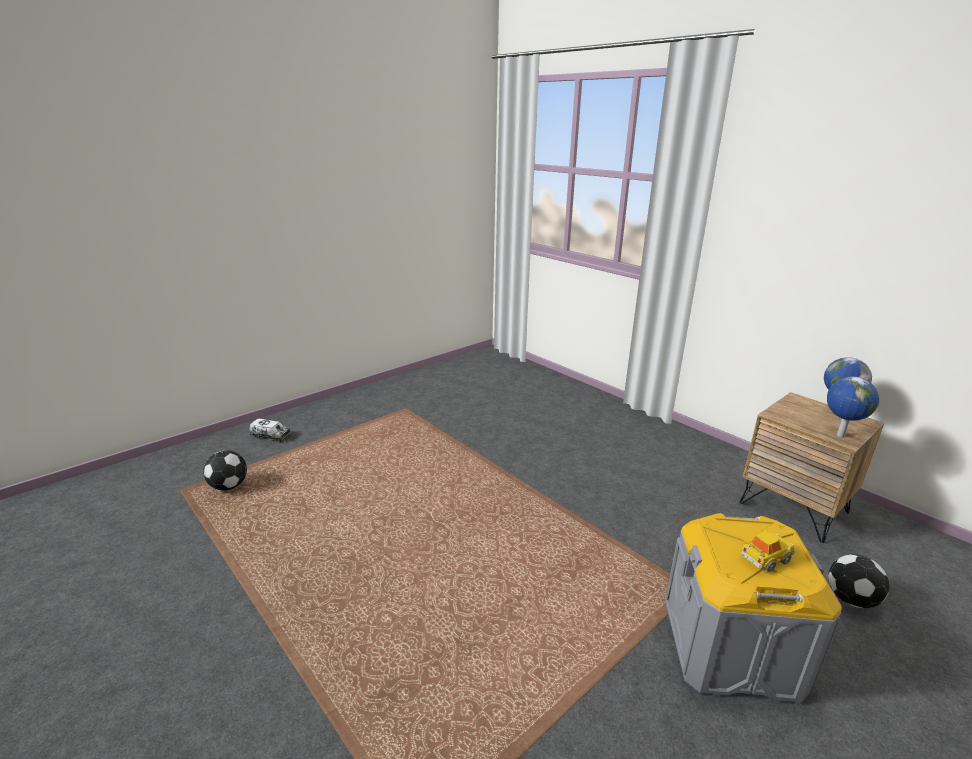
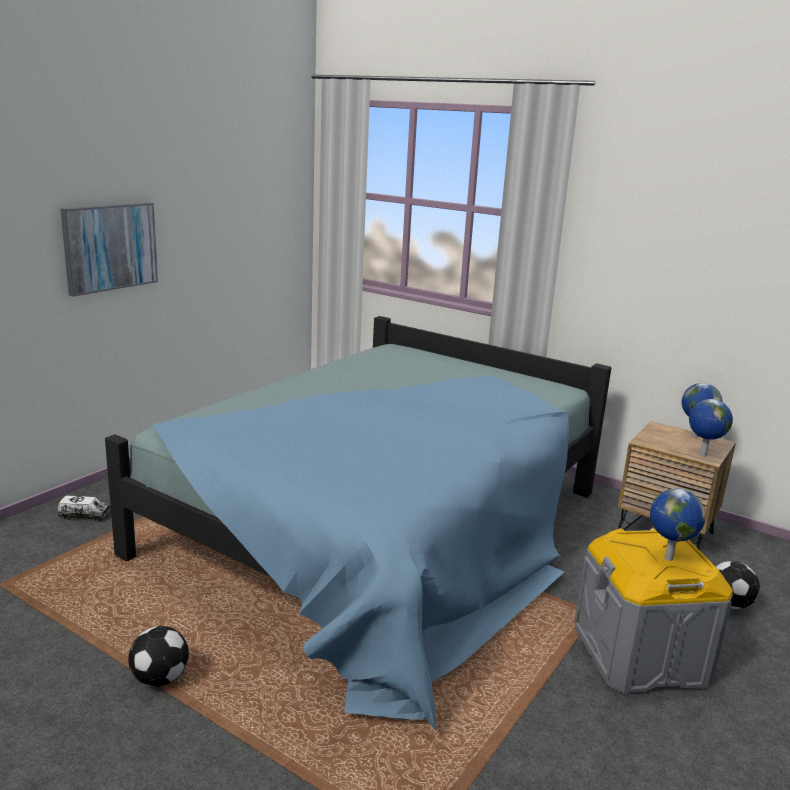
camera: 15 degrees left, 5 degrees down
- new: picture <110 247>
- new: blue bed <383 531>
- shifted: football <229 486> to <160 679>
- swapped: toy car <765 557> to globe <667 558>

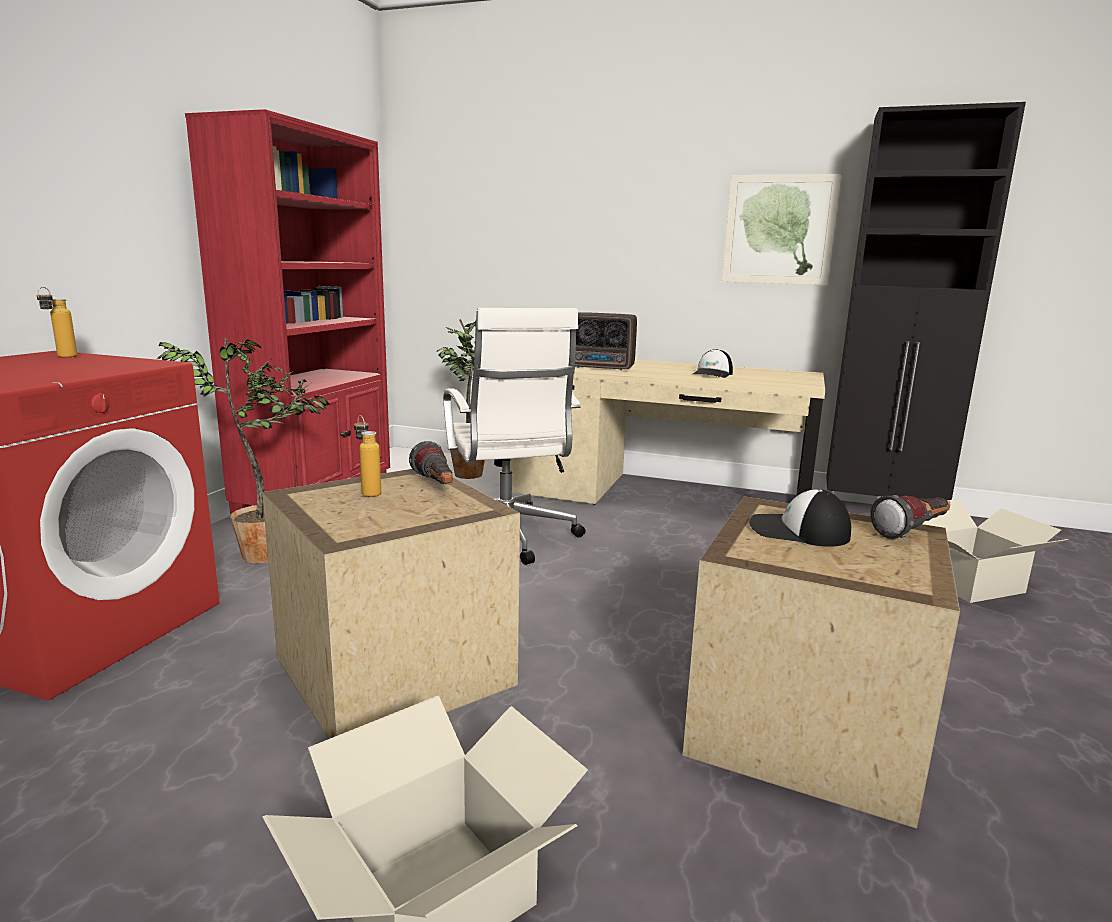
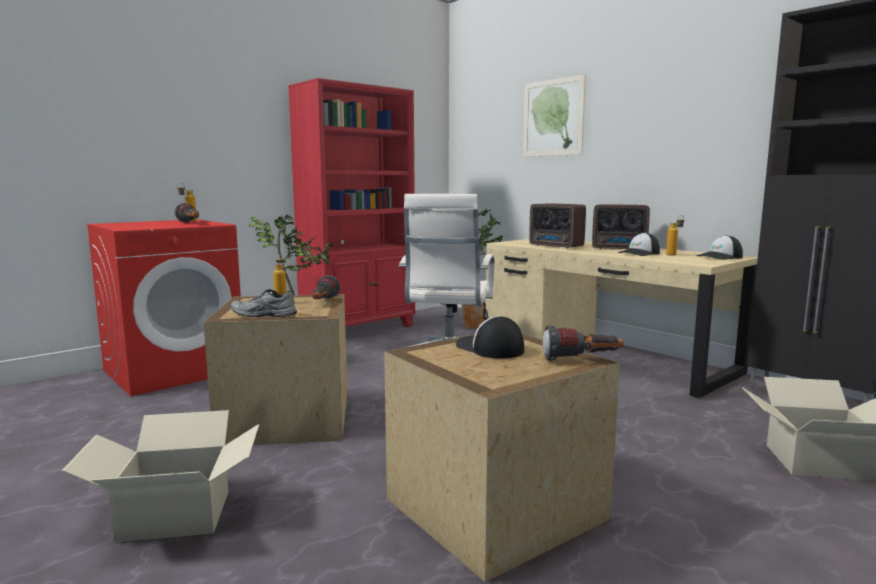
camera: 30 degrees right, 5 degrees down
- new: flashlight <191 223>
- new: grey shoe <263 315>
- shifted: picture <779 230> to <553 118>
- new: radio <620 248>
- new: bottle <674 254>
- new: cap <720 257>

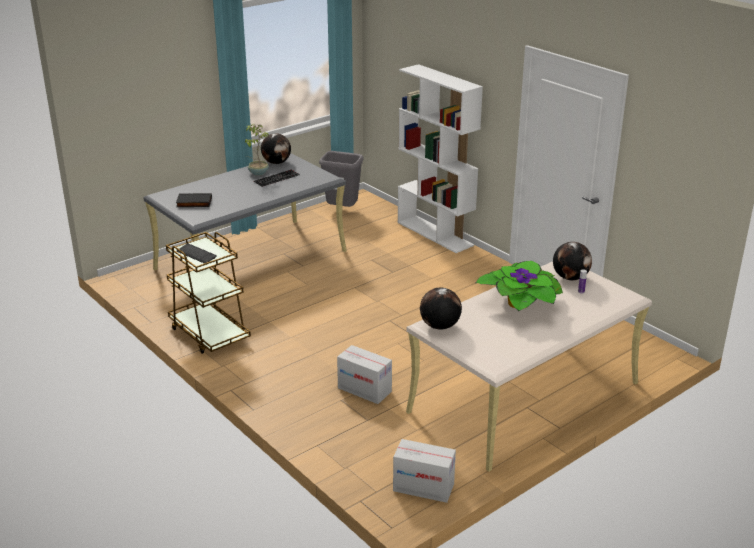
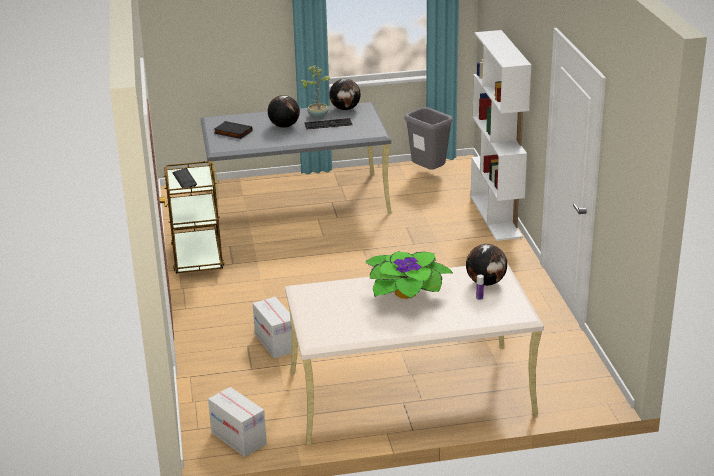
camera: 30 degrees right, 0 degrees up
- shifted: globe <439 326> to <284 126>

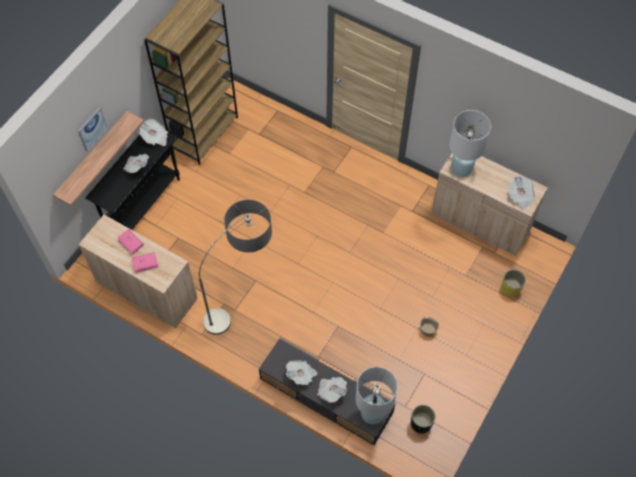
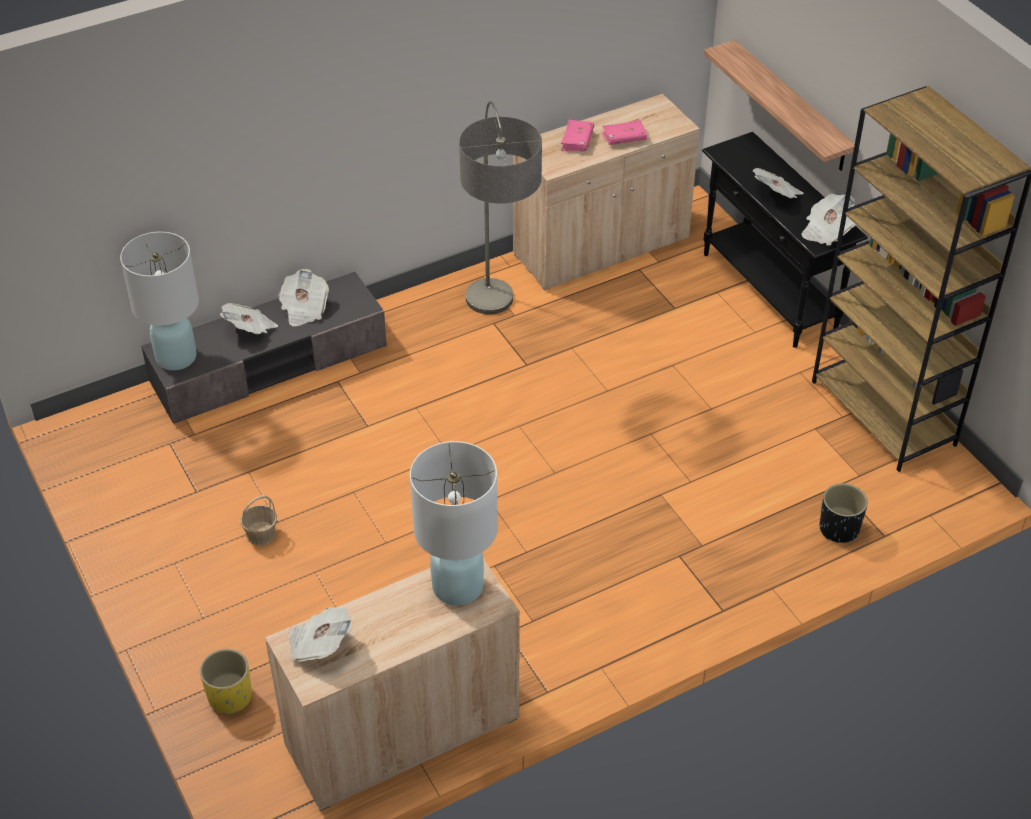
camera: 120 degrees right, 15 degrees down
- shifted: black planter <420 423> to <839 529>
- gone: picture <92 129>

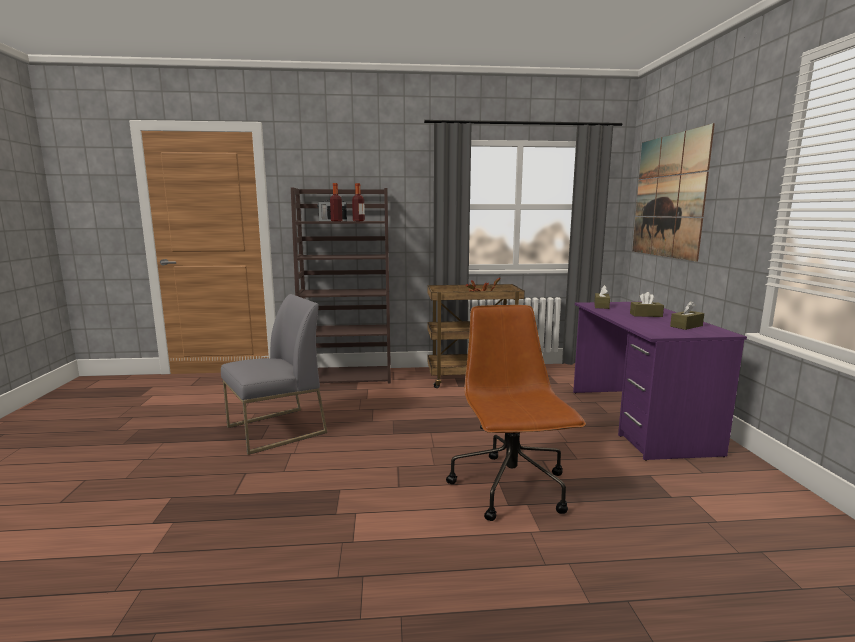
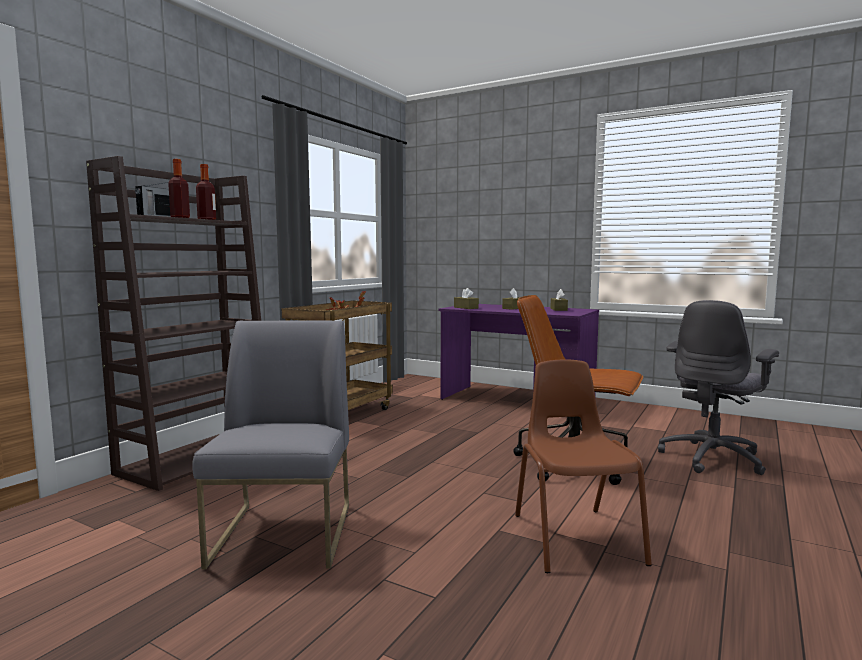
camera: 55 degrees left, 5 degrees down
- new: brown chair <575 537>
- new: grey office chair <712 458>
- gone: picture <669 196>

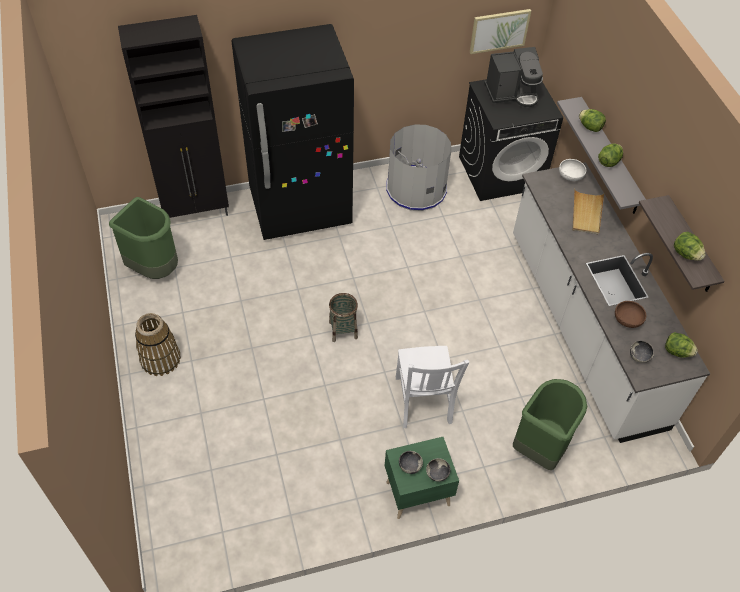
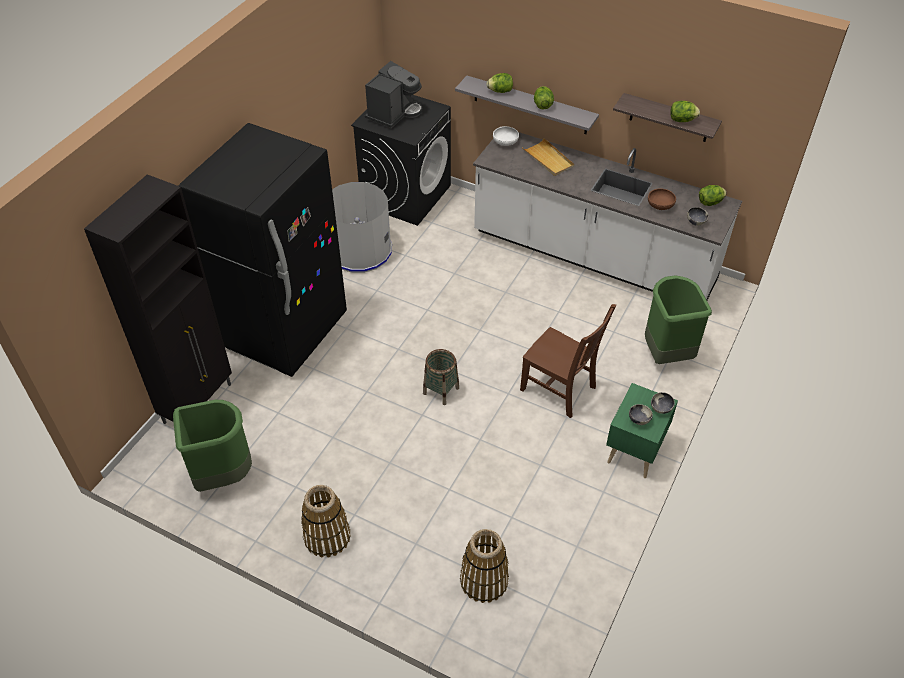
camera: 45 degrees left, 5 degrees down
- new: basket <484 581>
- repainted: white chair <423 402> to brown chair <560 390>
- gone: picture <499 30>

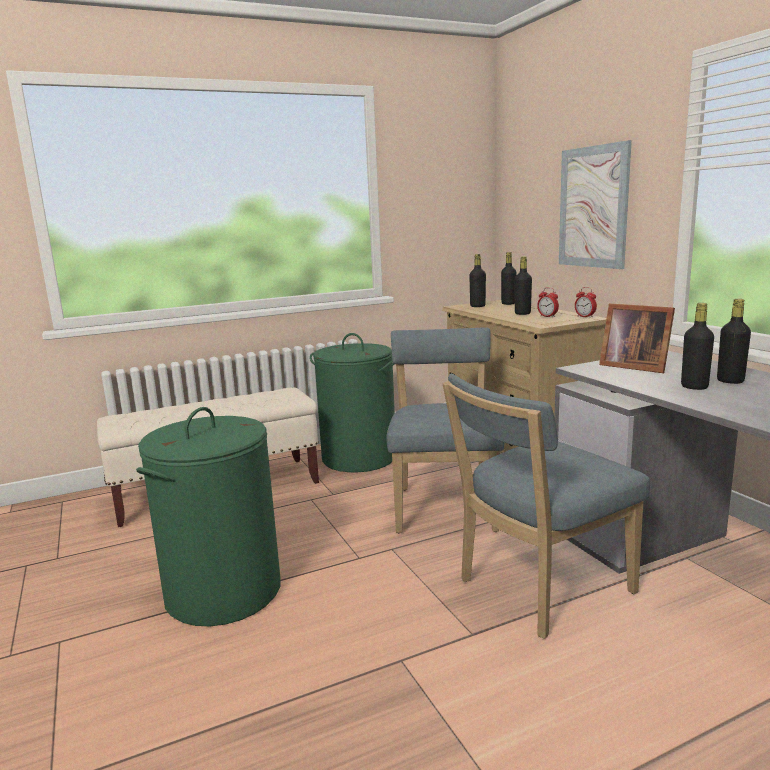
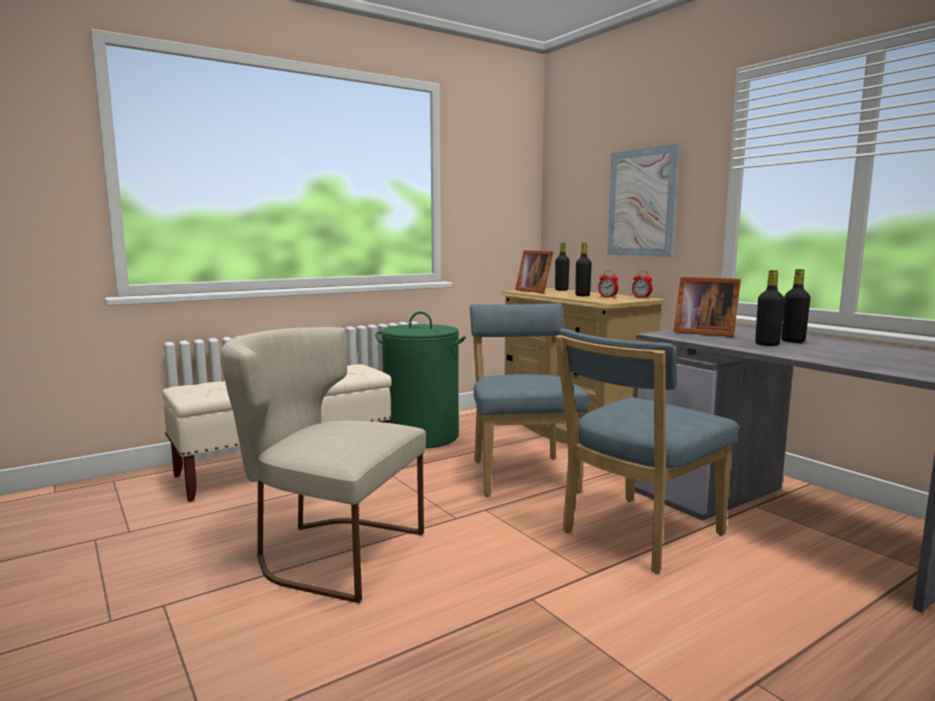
camera: 10 degrees left, 5 degrees down
- swapped: green laundry basket <223 591> to beige chair <328 552>
- swapped: black bottle <477 306> to picture frame <534 291>

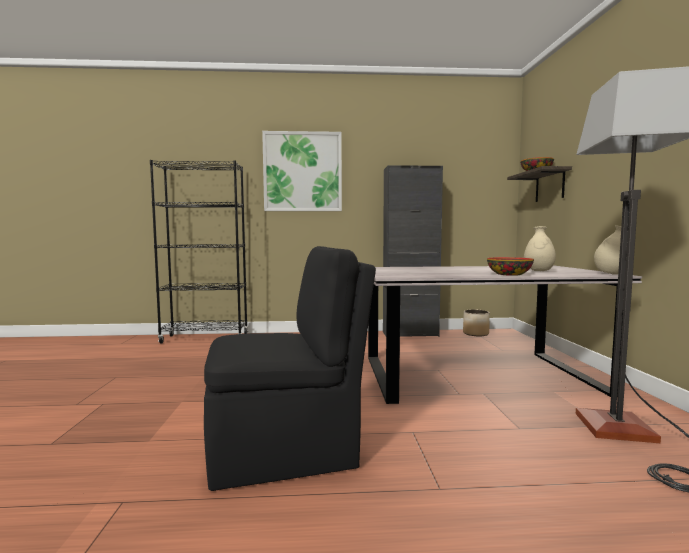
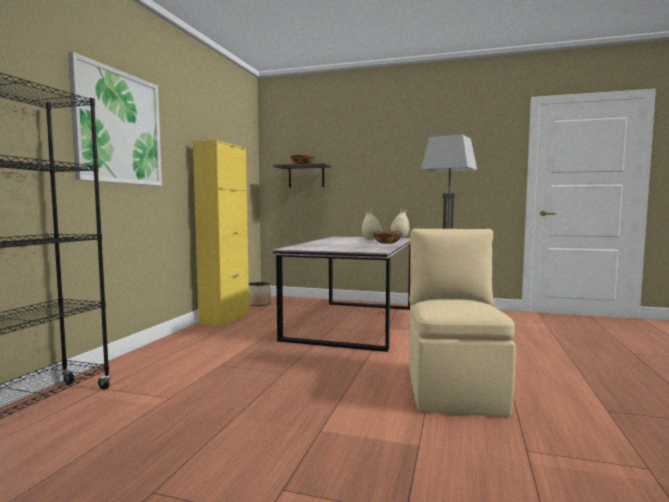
camera: 70 degrees left, 0 degrees up
- repainted: black cabinet <410 334> to yellow cabinet <225 318>
- repainted: black chair <286 450> to beige chair <454 388>

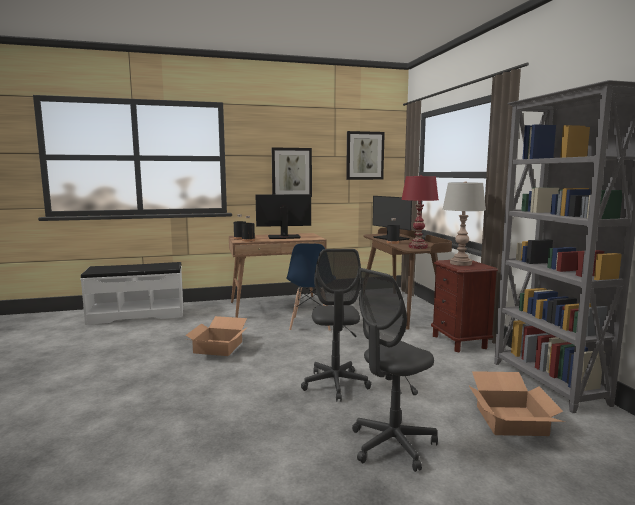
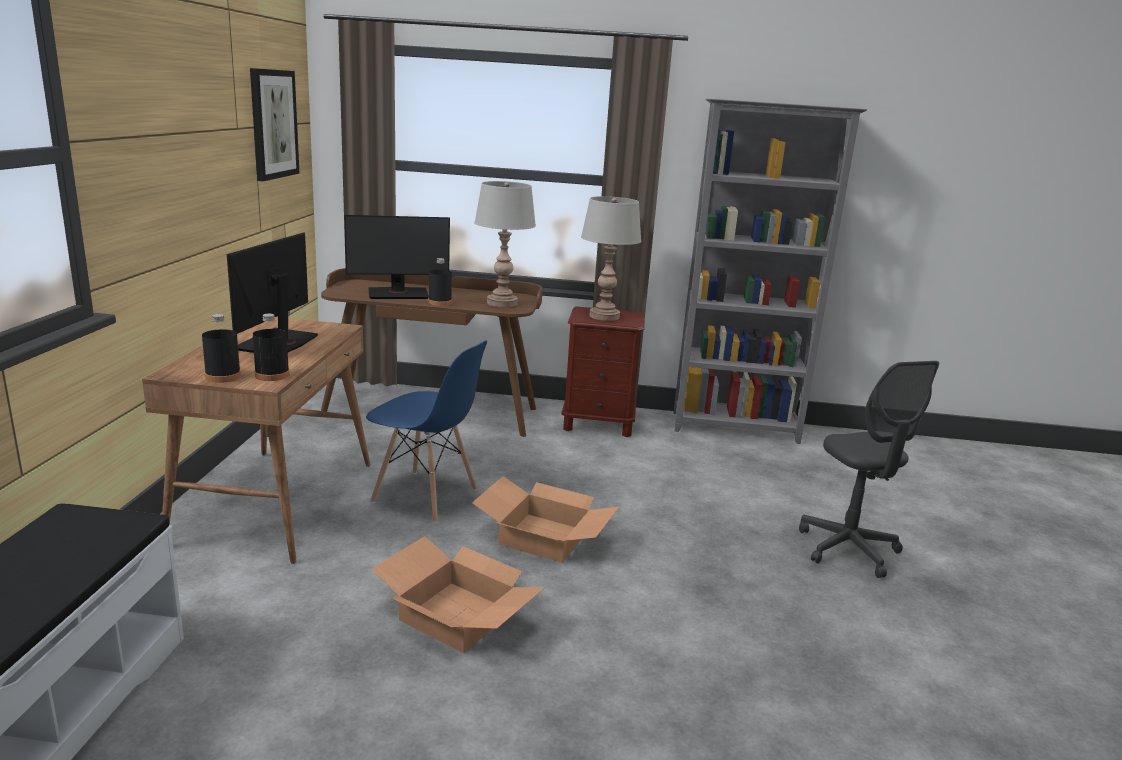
camera: 70 degrees left, 10 degrees up
- shifted: cardboard box <509 420> to <542 538>
- repainted: red table lamp <418 247> to grey table lamp <502 303>
- gone: picture <291 172>
- gone: grey office chair <335 384>

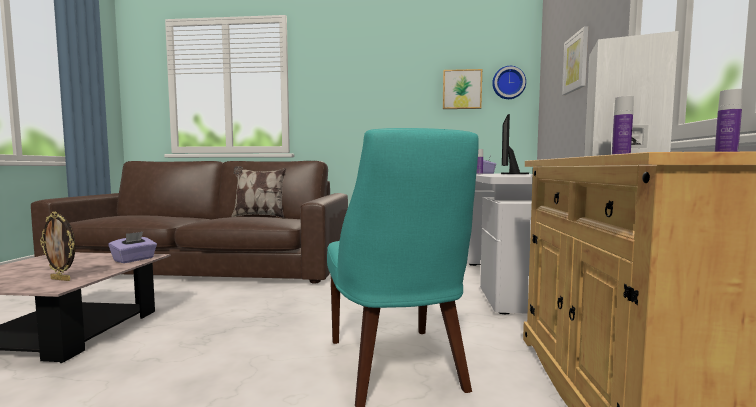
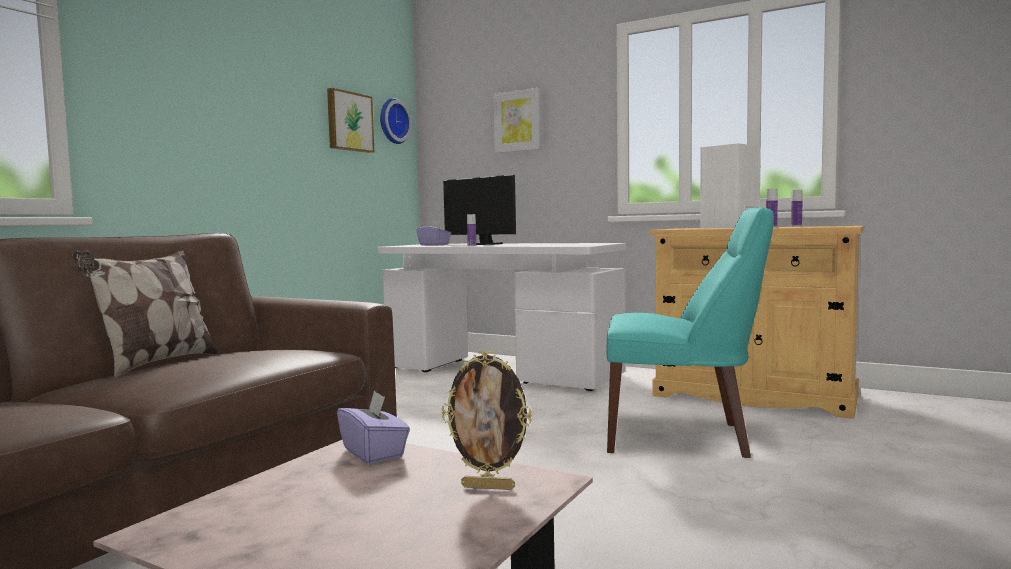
camera: 65 degrees left, 0 degrees up
- rotated: picture frame <61 279> = <488 487> 60 degrees clockwise

